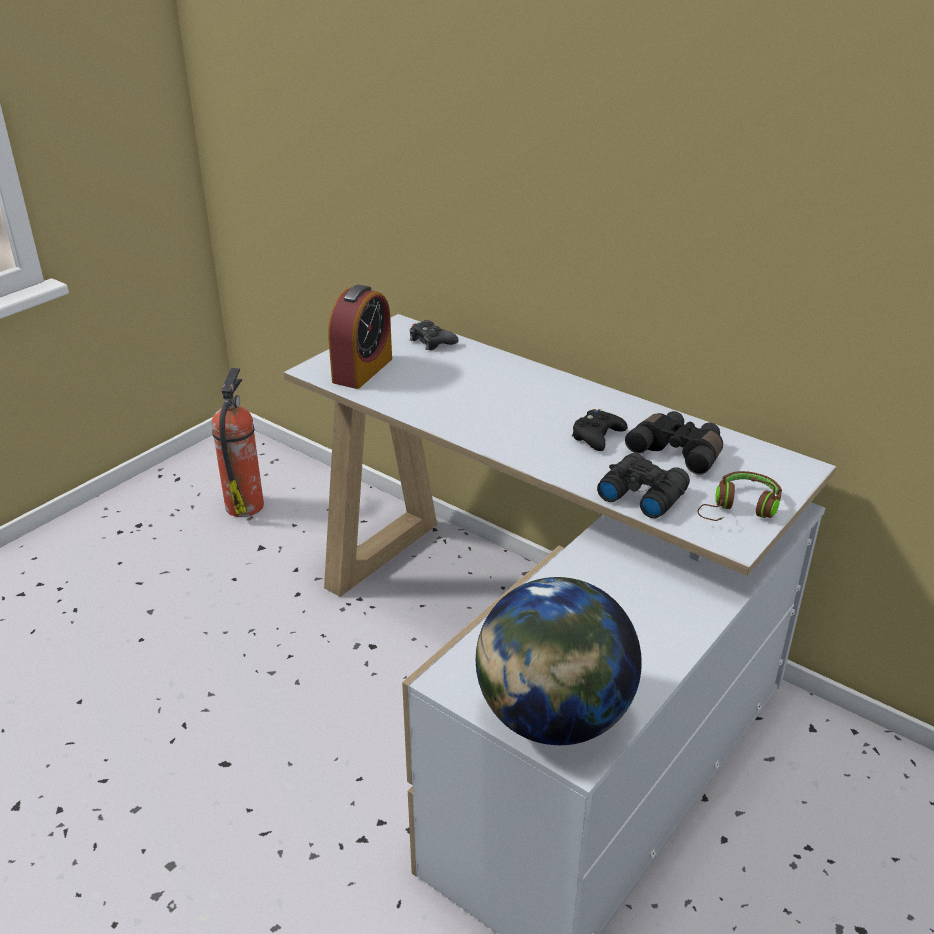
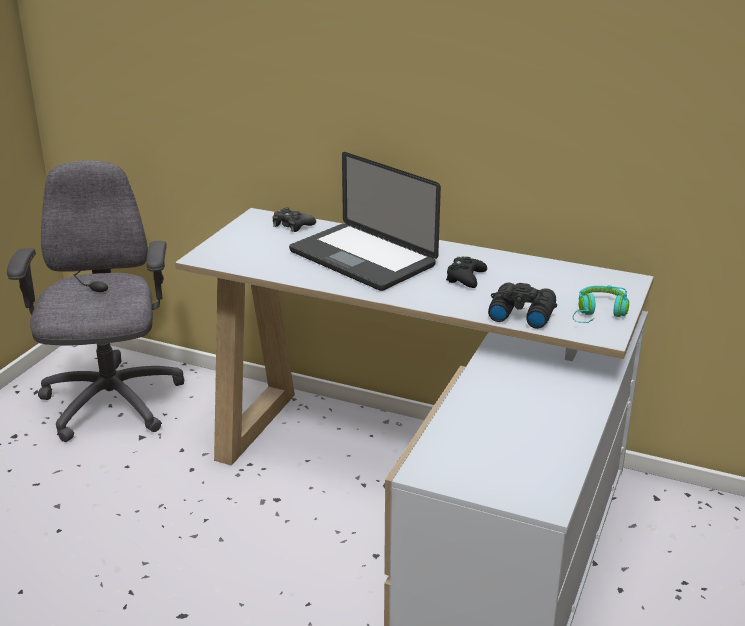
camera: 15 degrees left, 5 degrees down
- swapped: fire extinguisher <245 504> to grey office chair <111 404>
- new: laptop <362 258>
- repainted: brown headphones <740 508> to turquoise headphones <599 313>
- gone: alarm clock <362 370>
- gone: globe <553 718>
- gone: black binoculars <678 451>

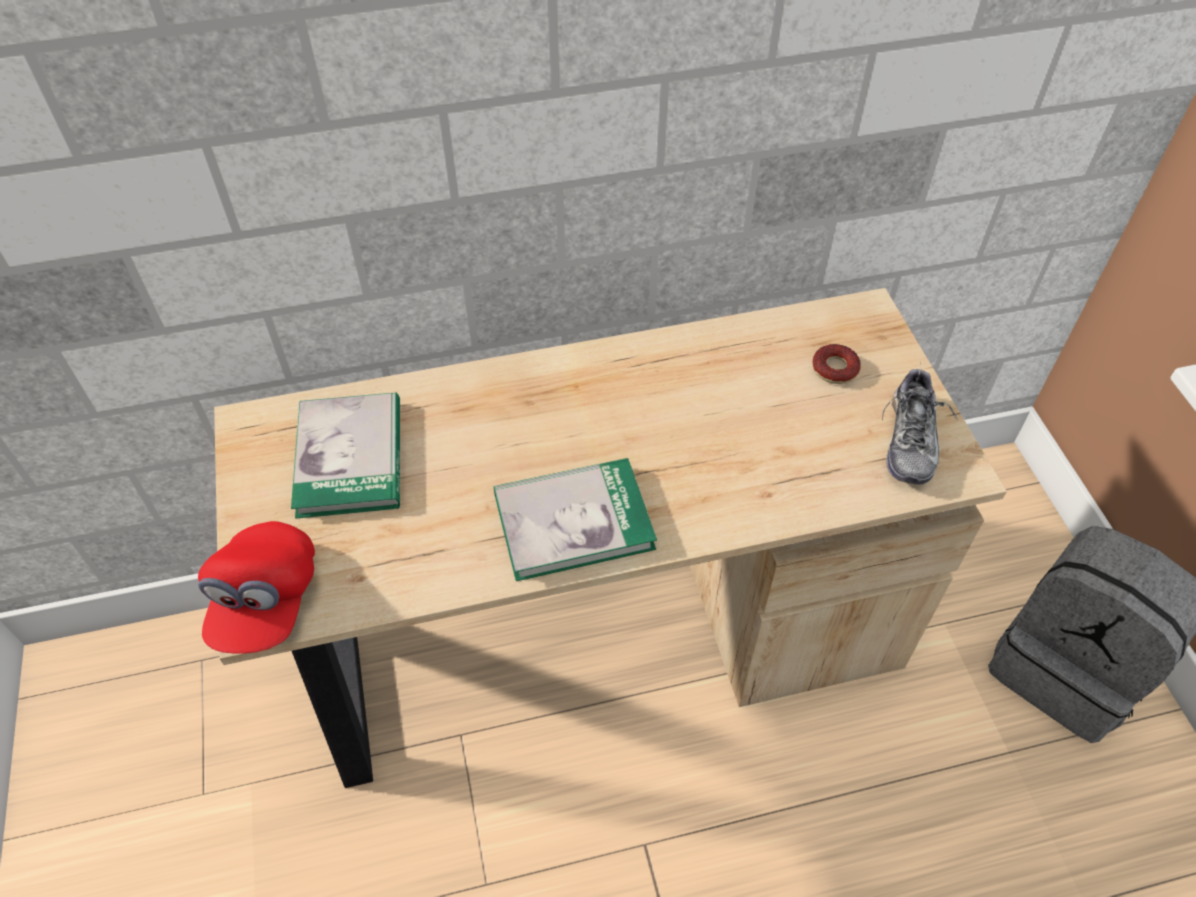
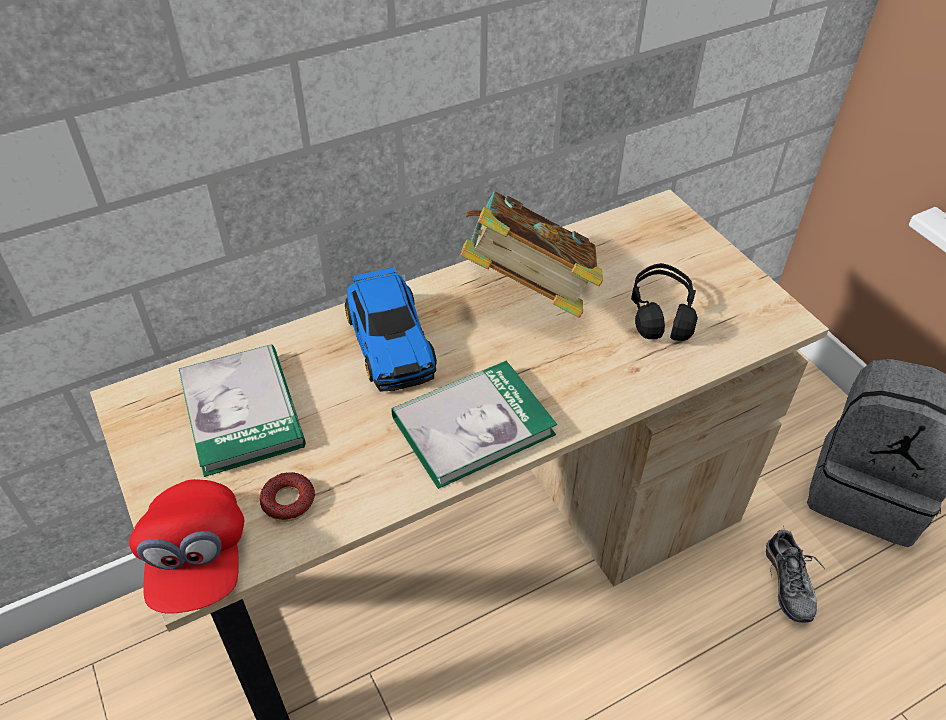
camera: 15 degrees left, 5 degrees down
- shifted: donut <834 369> to <288 501>
- new: toy car <391 341>
- new: book <528 292>
- new: black headphones <661 313>
- shifted: shoe <909 440> to <788 583>

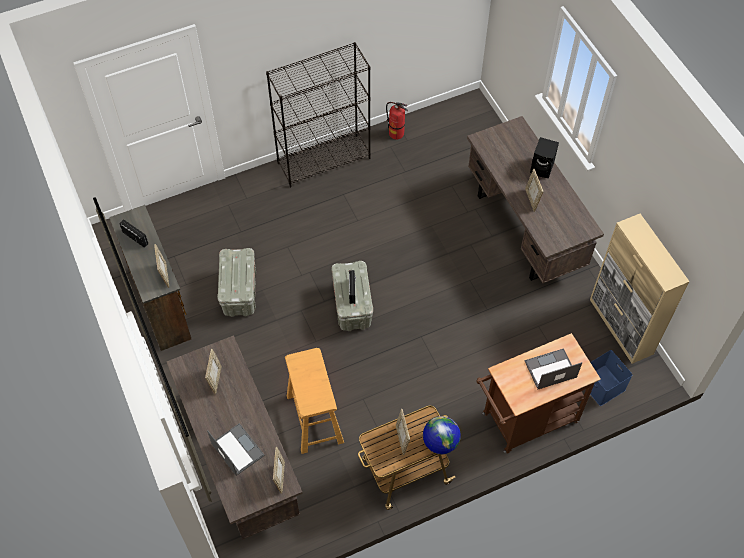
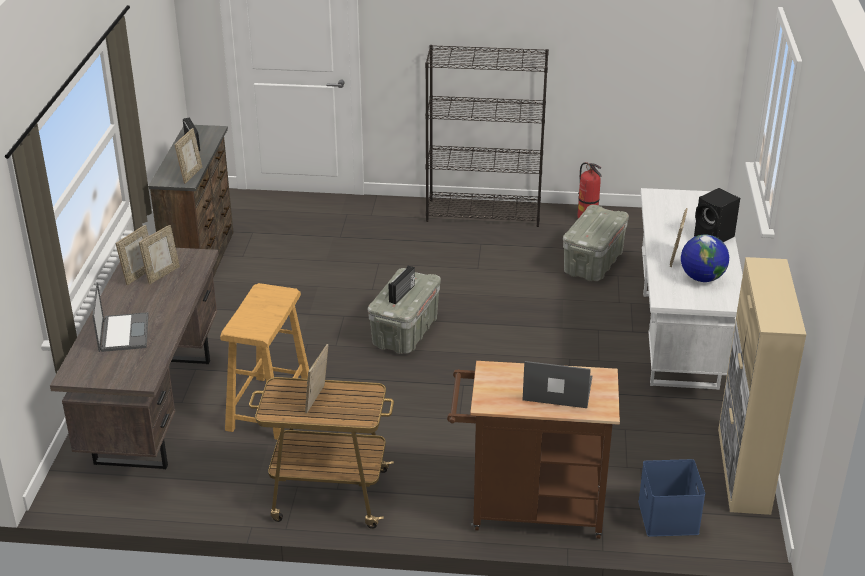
camera: 30 degrees right, 25 degrees down
- shifted: picture frame <280 477> to <139 275>
- shifted: grey storage box <240 293> to <593 264>
- repainted: brown desk <524 230> to white desk <680 339>
- shifted: globe <440 442> to <701 278>

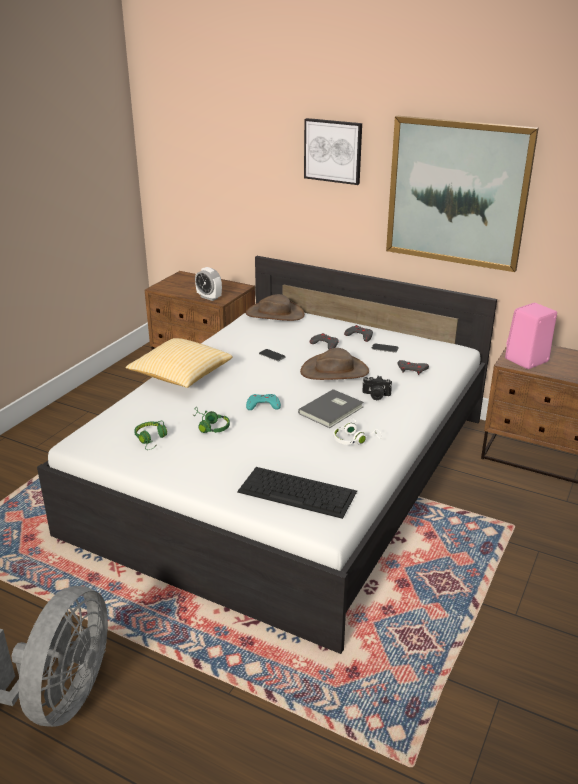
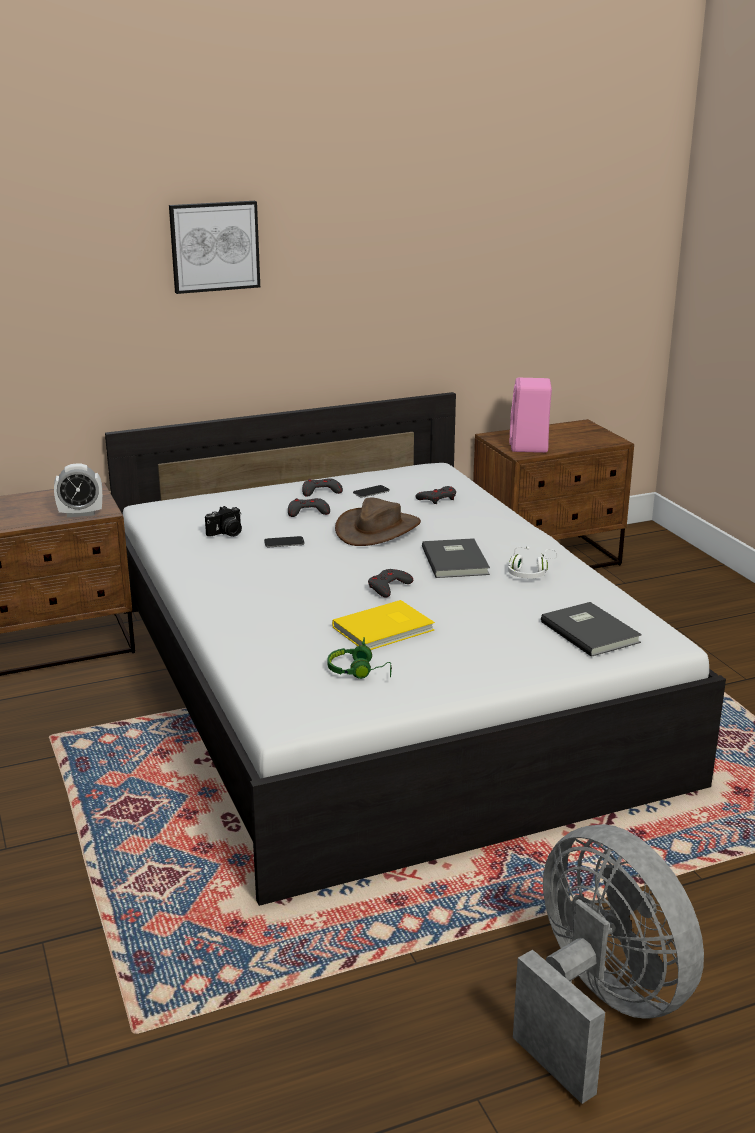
camera: 50 degrees left, 5 degrees down
- shifted: photo camera <376 396> to <226 533>
- swapped: green headphones <210 426> to yellow book <385 629>
- repainted: turquoise game controller <263 405> to grey game controller <388 587>
- swapped: keyboard <298 492> to grey book <591 631>
- gone: pillow <180 376>
- gone: brown hat <275 314>
- gone: picture <457 193>

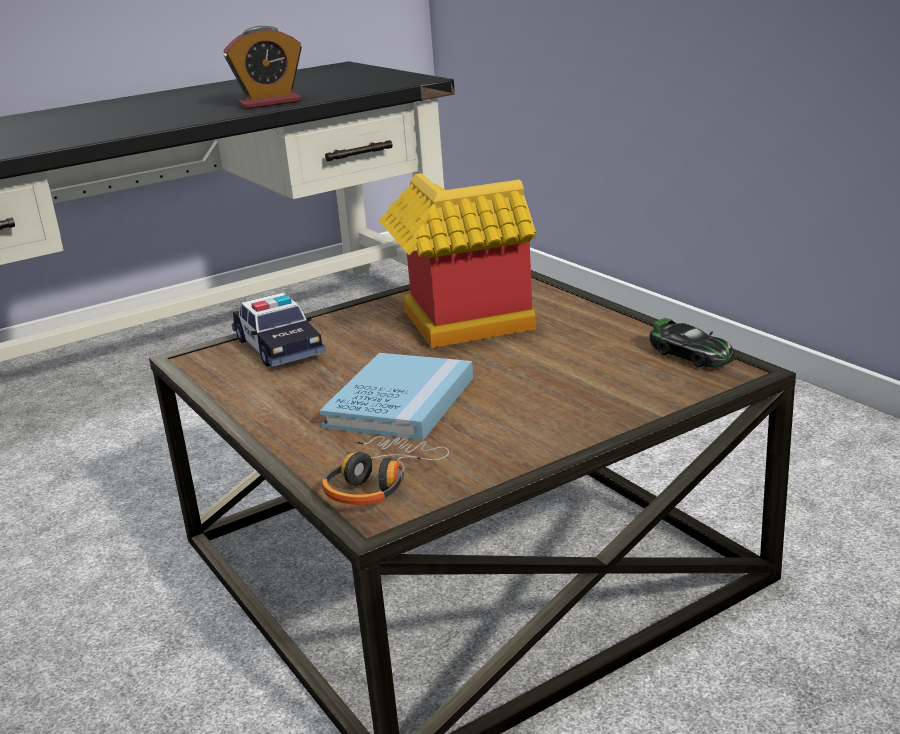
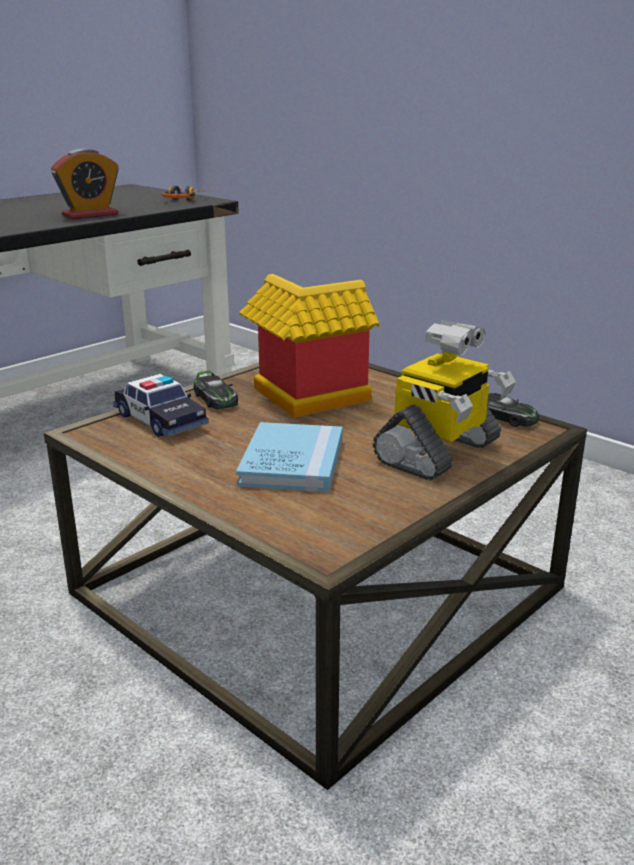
camera: 15 degrees left, 0 degrees up
- shifted: headphones <379 482> to <184 199>
- new: toy car <215 398>
- new: toy robot <439 453>

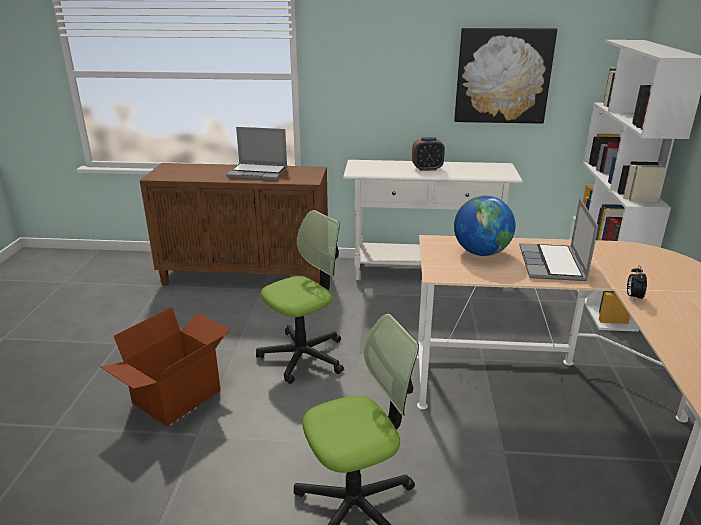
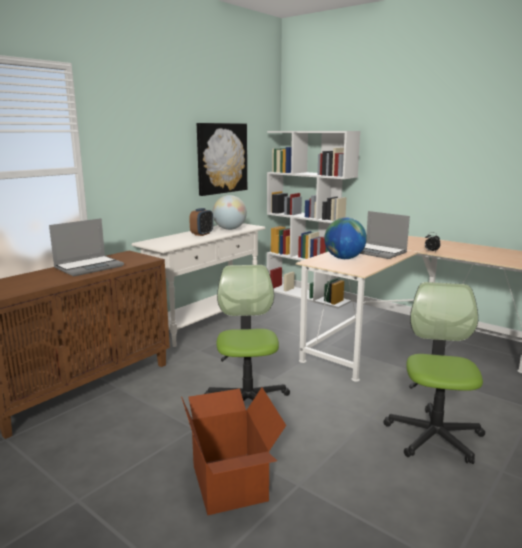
camera: 55 degrees left, 10 degrees down
- new: globe <229 229>

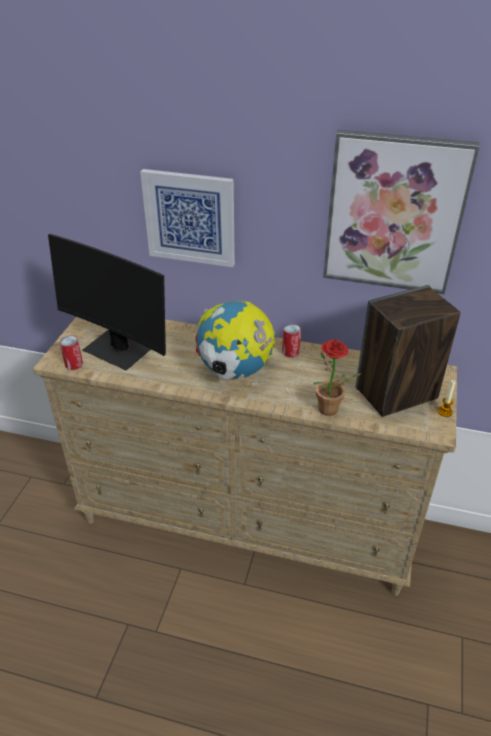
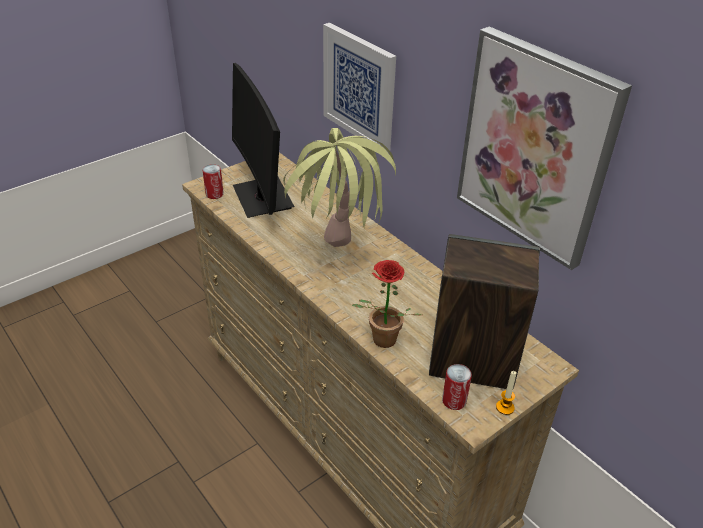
camera: 35 degrees right, 0 degrees up
- swapped: globe <235 371> to potted plant <337 262>
- shifted: can <290 352> to <454 400>

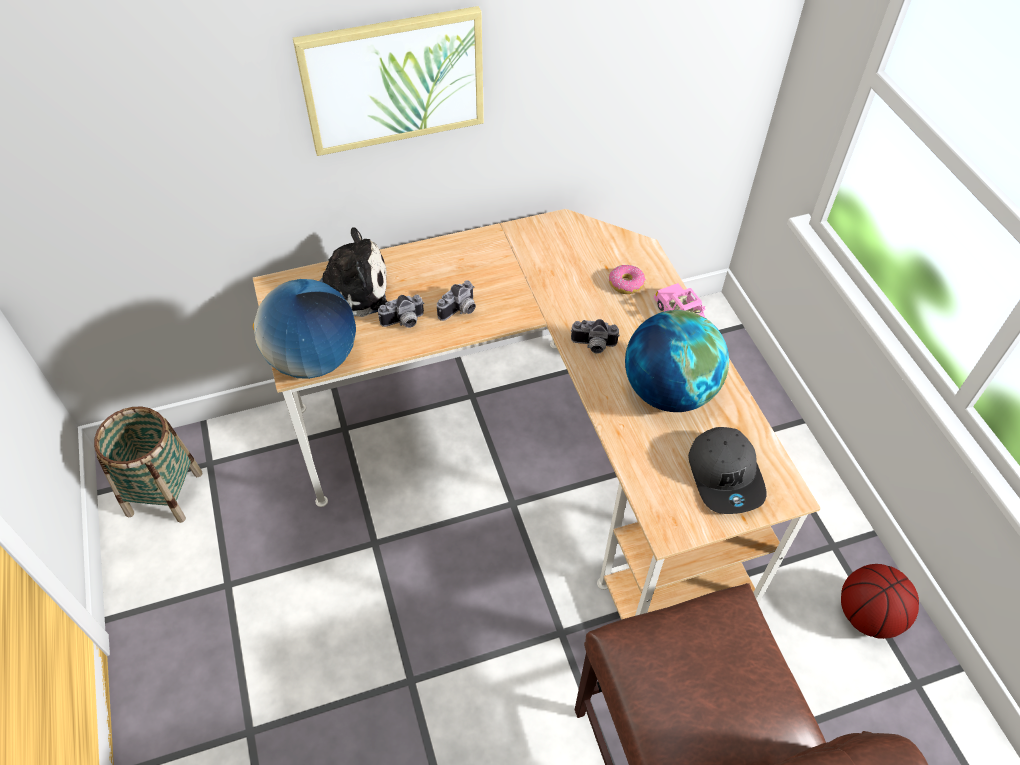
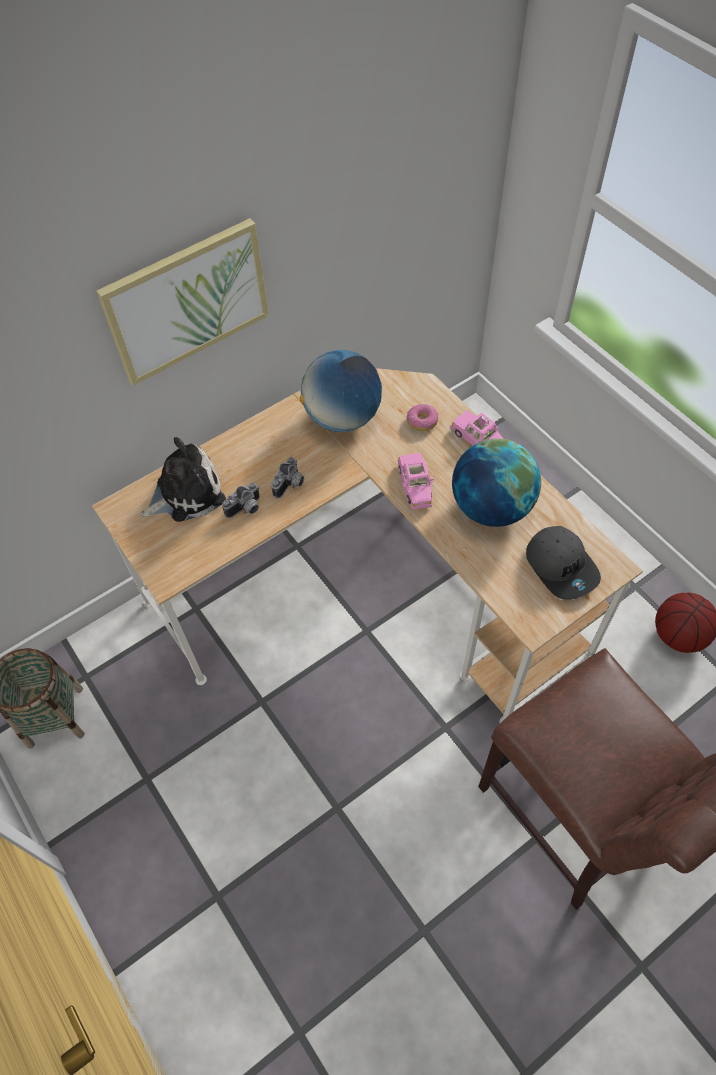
camera: 15 degrees left, 5 degrees up
- shifted: globe <313 360> to <343 417>
- swapped: photo camera <593 346> to pink toy car <415 485>

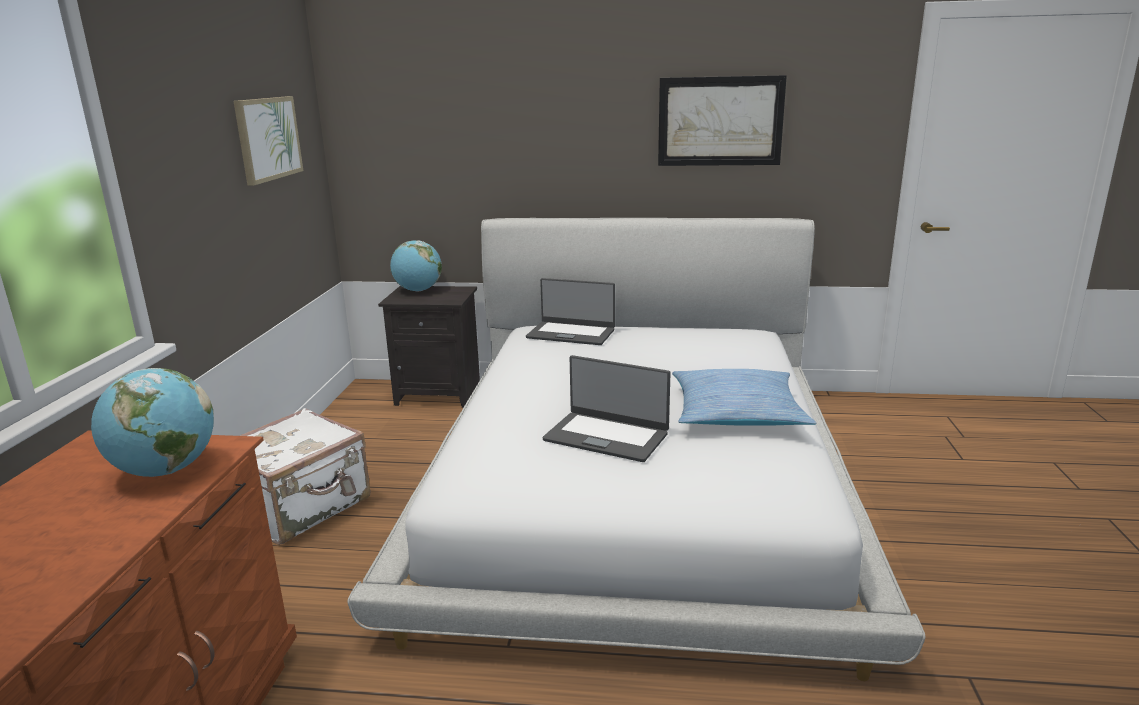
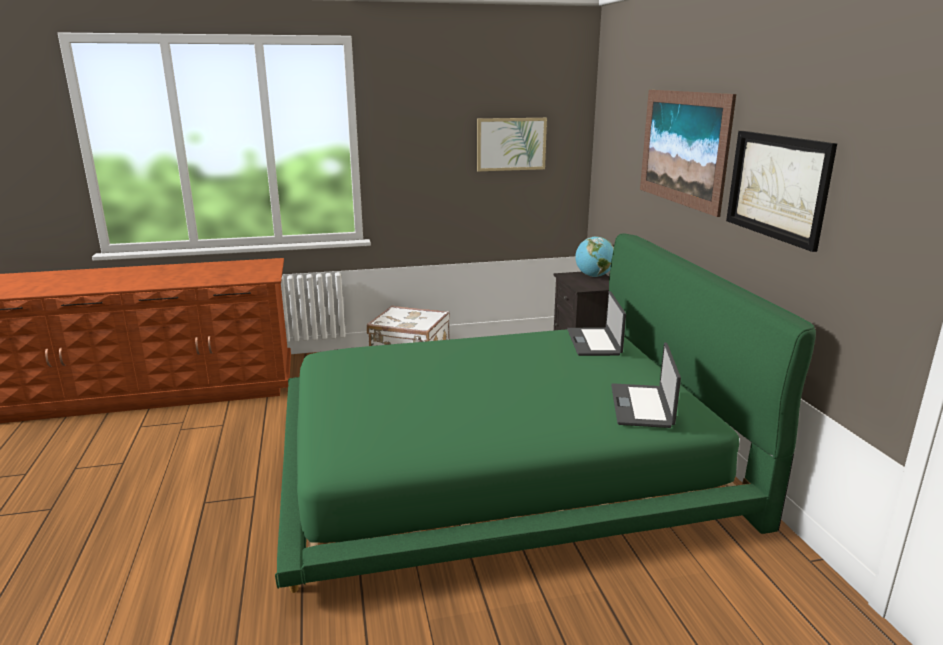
camera: 70 degrees right, 0 degrees up
- repainted: white bed <635 486> to green bed <501 461>
- shifted: laptop <606 436> to <642 406>
- new: picture <683 148>
- gone: globe <165 471>
- gone: pillow <736 413>

